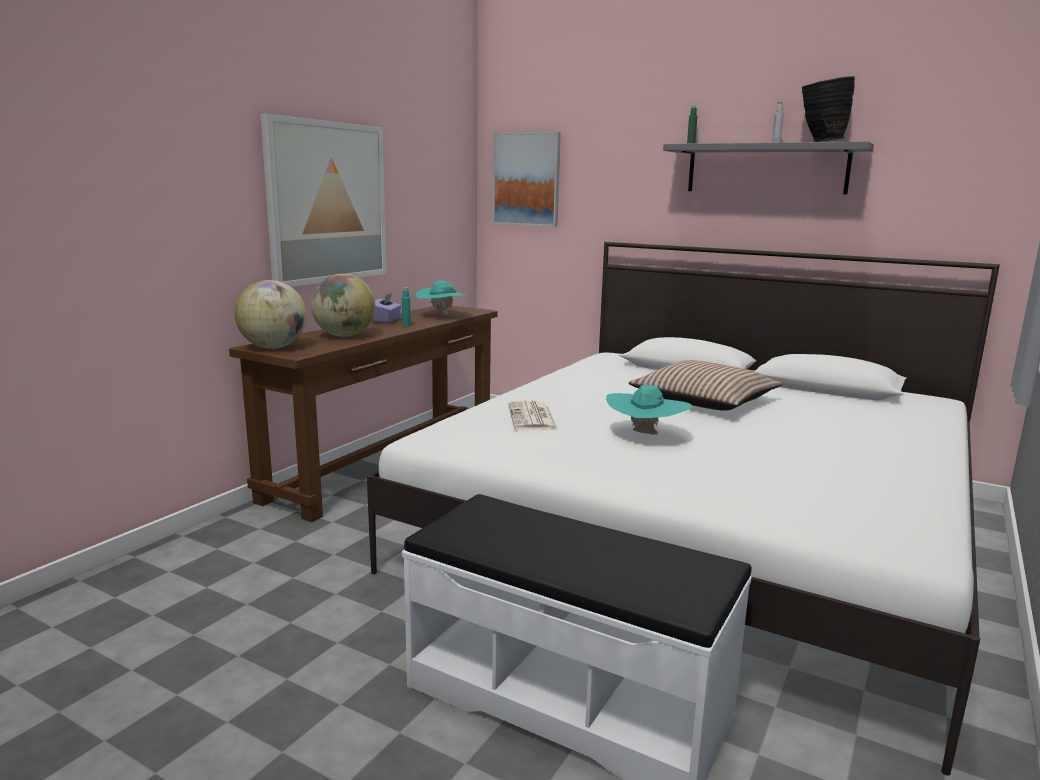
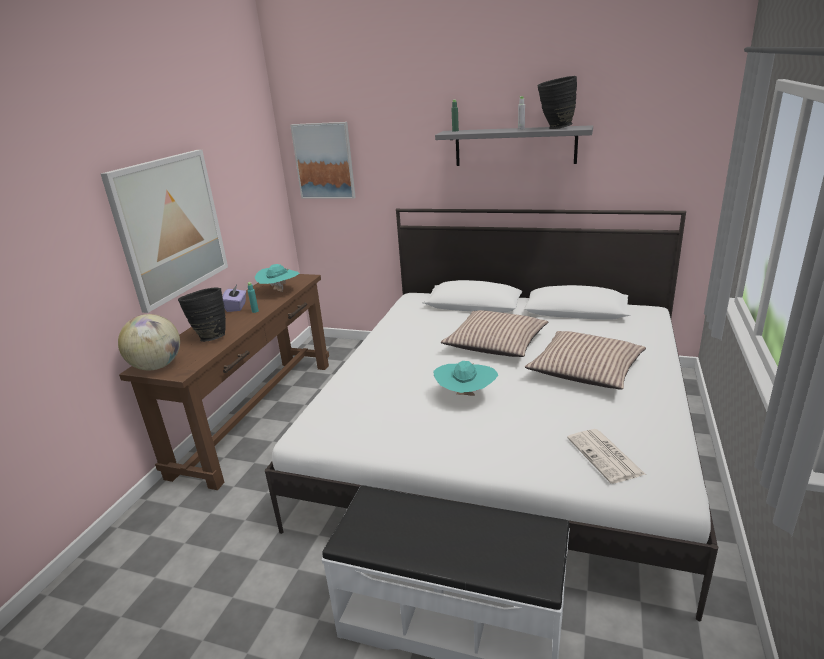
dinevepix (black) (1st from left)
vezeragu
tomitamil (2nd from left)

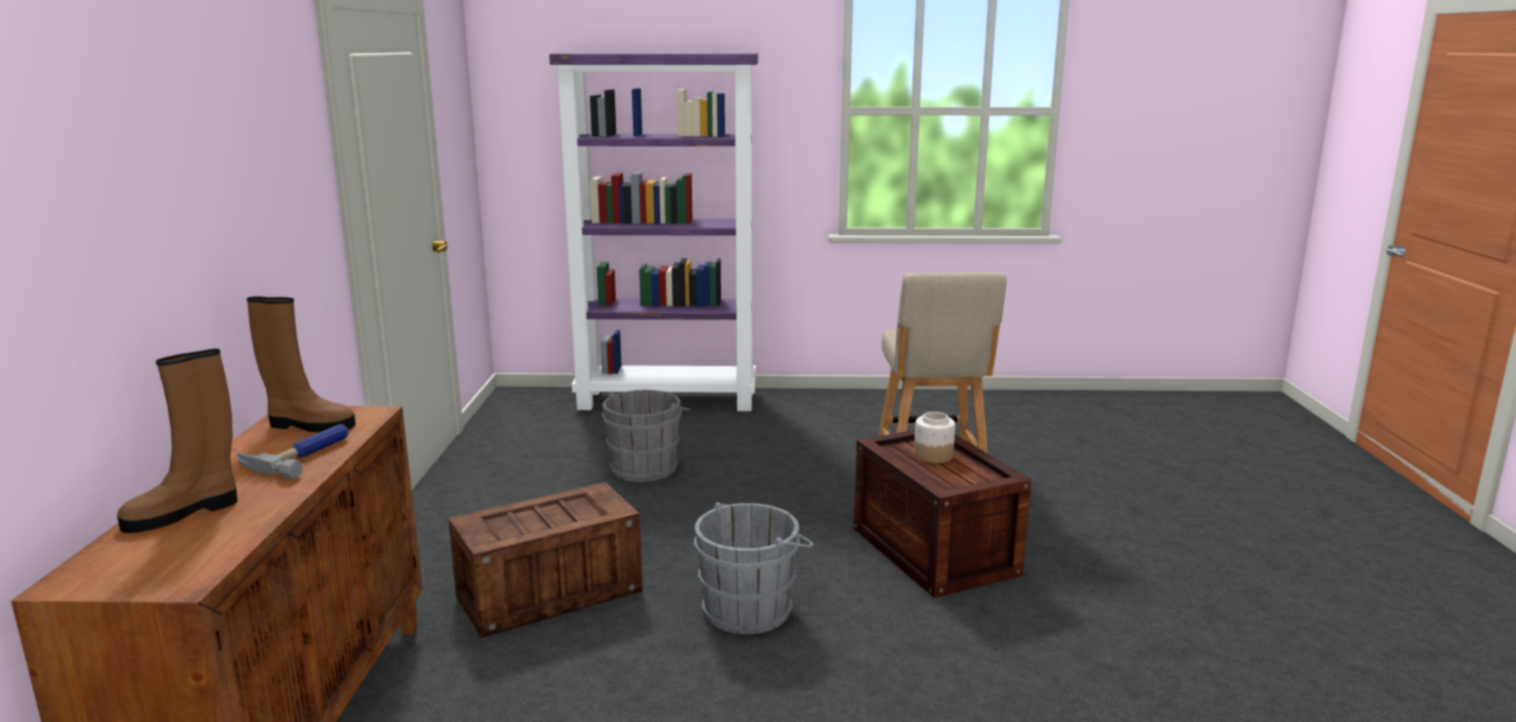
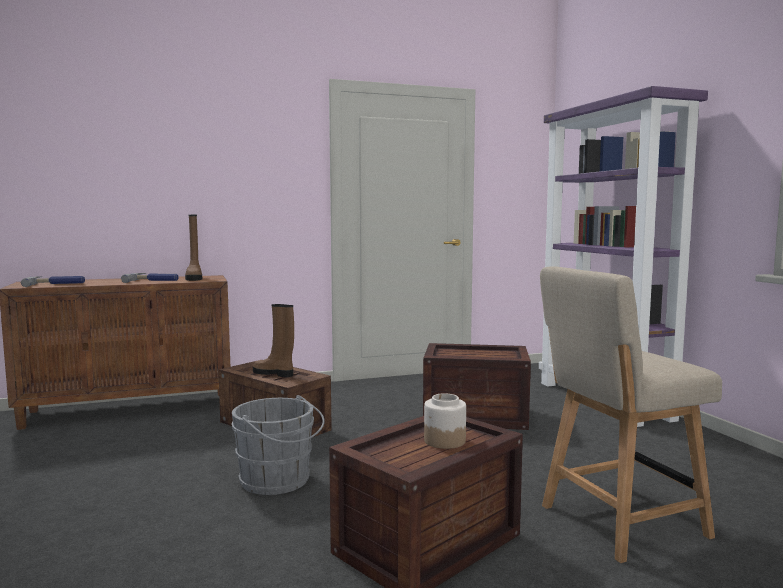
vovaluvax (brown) (2nd from left)
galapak (3rd from left)
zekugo (1st from left)

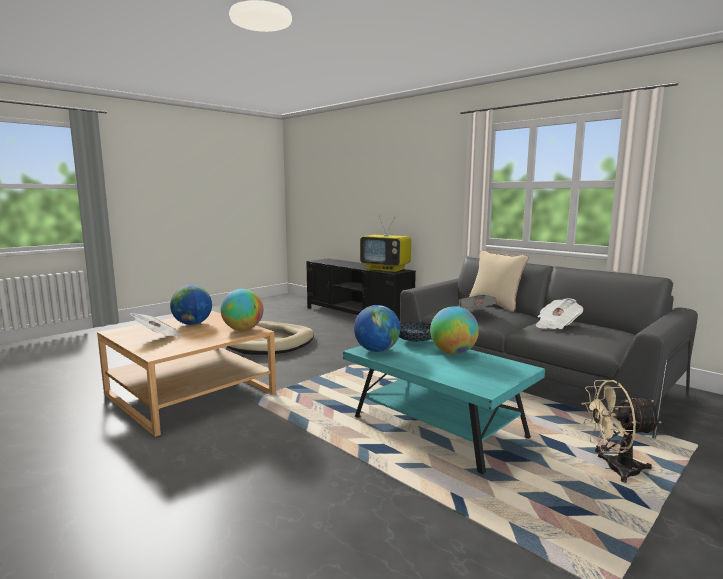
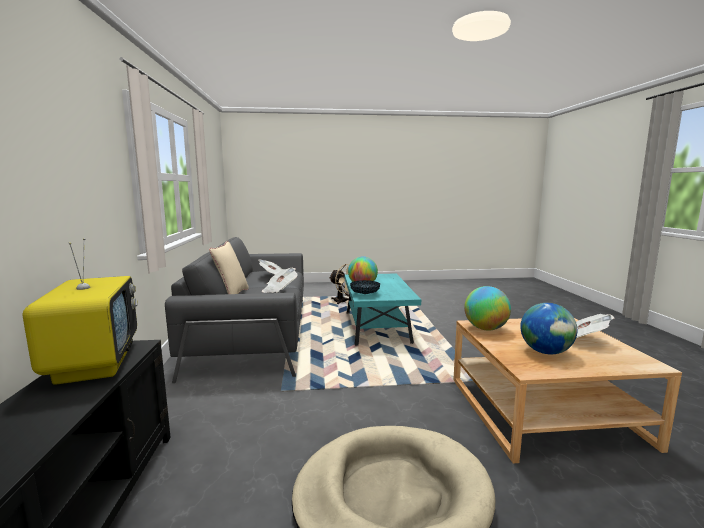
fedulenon (3rd from left in the first image)

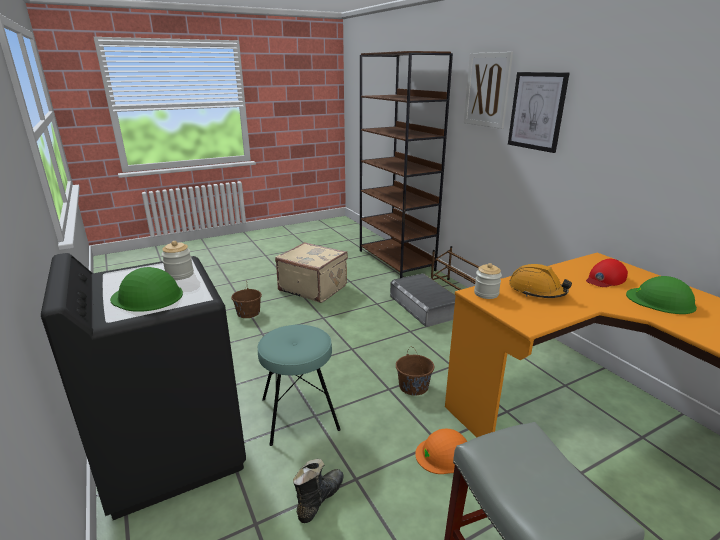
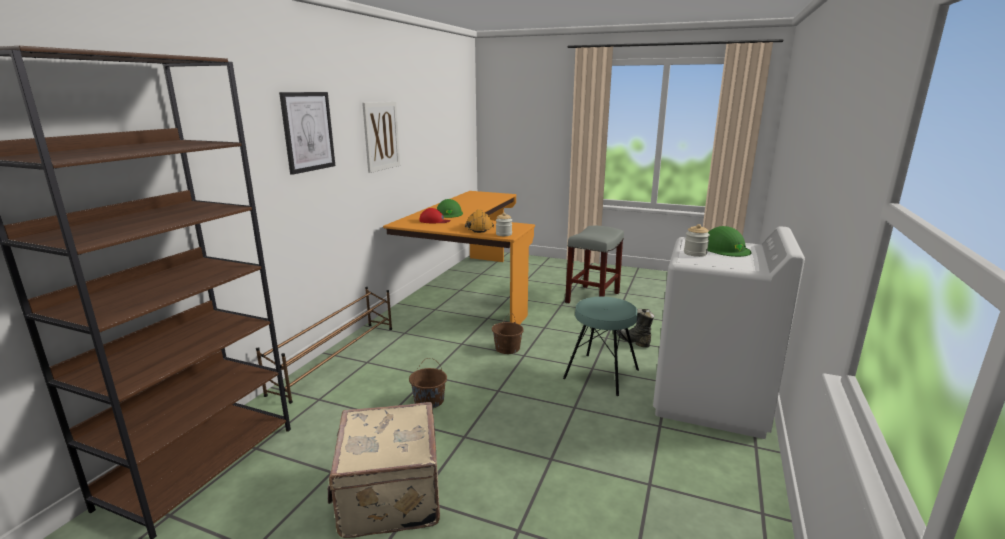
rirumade (2nd from left)
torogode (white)
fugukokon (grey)
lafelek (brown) (1st from left)
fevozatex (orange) (1st from left in the first image)
vovaluvax (black)

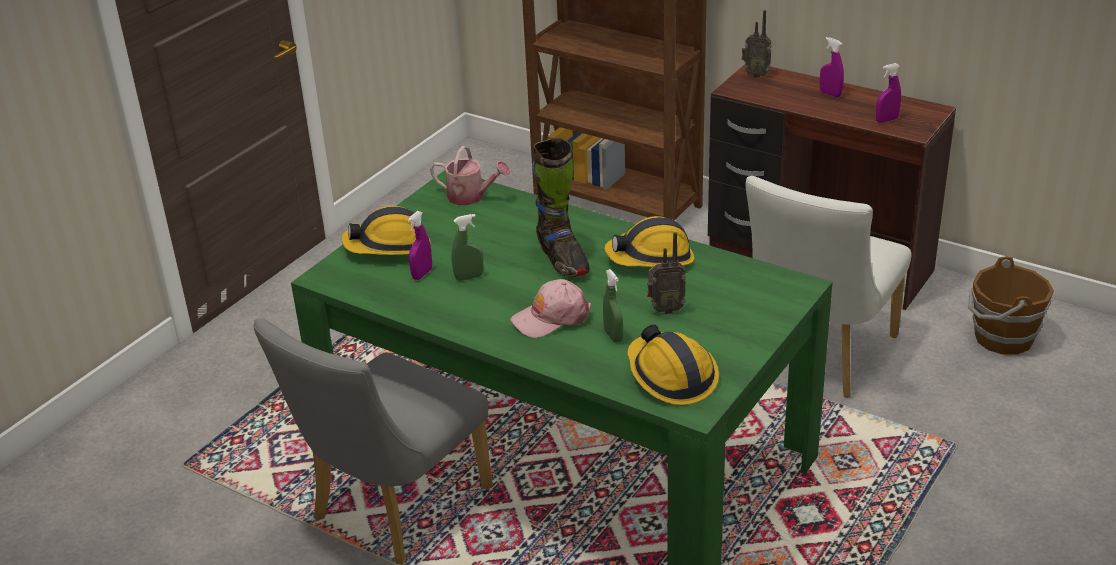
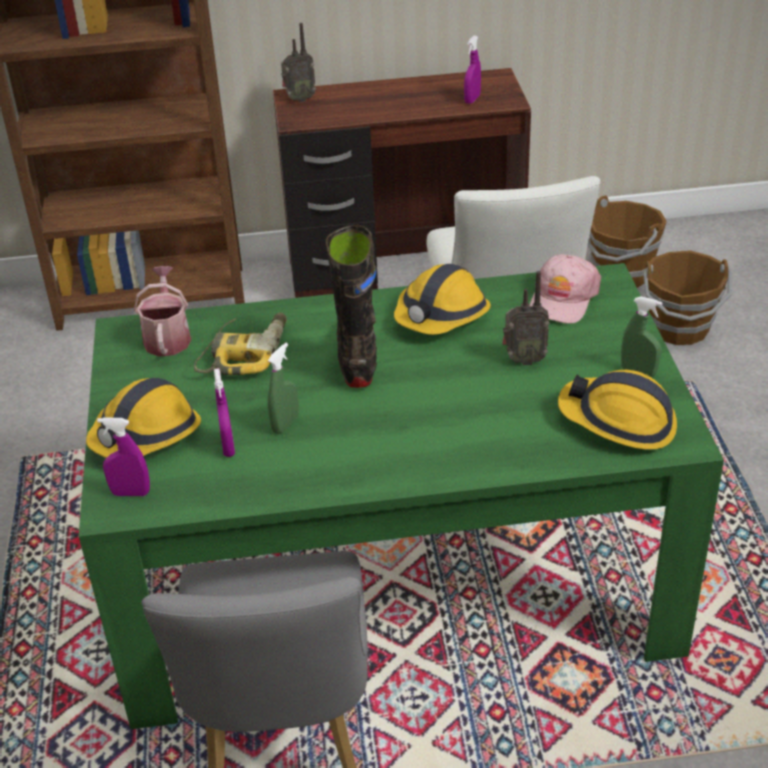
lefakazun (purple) (1st from left)
vovaluvax (black)
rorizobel
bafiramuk (2nd from left)
lefakazun (green) (2nd from left)
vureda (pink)
lafelek (brown) (2nd from left)
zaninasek

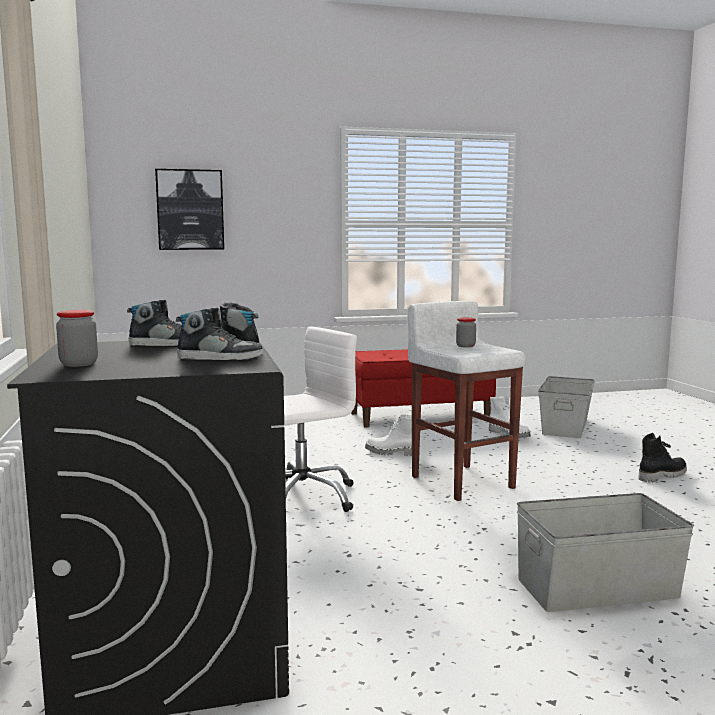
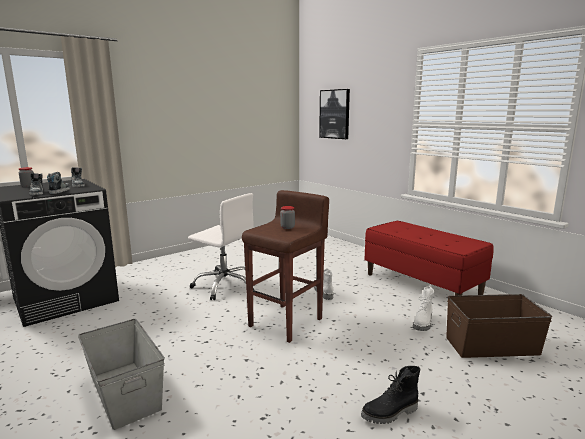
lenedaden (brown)
fugukokon (brown)
vovaluvax (black)

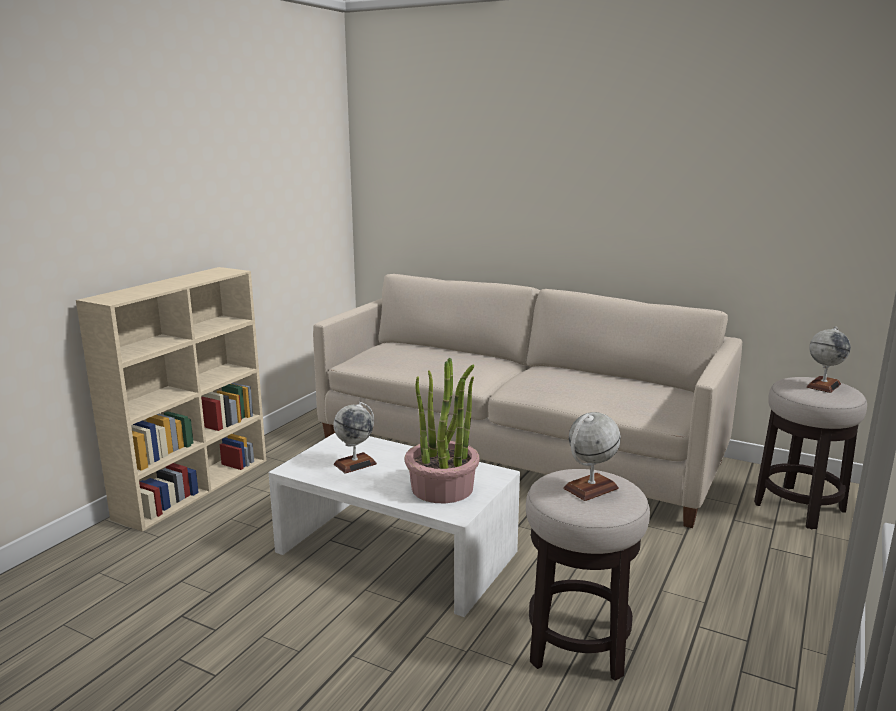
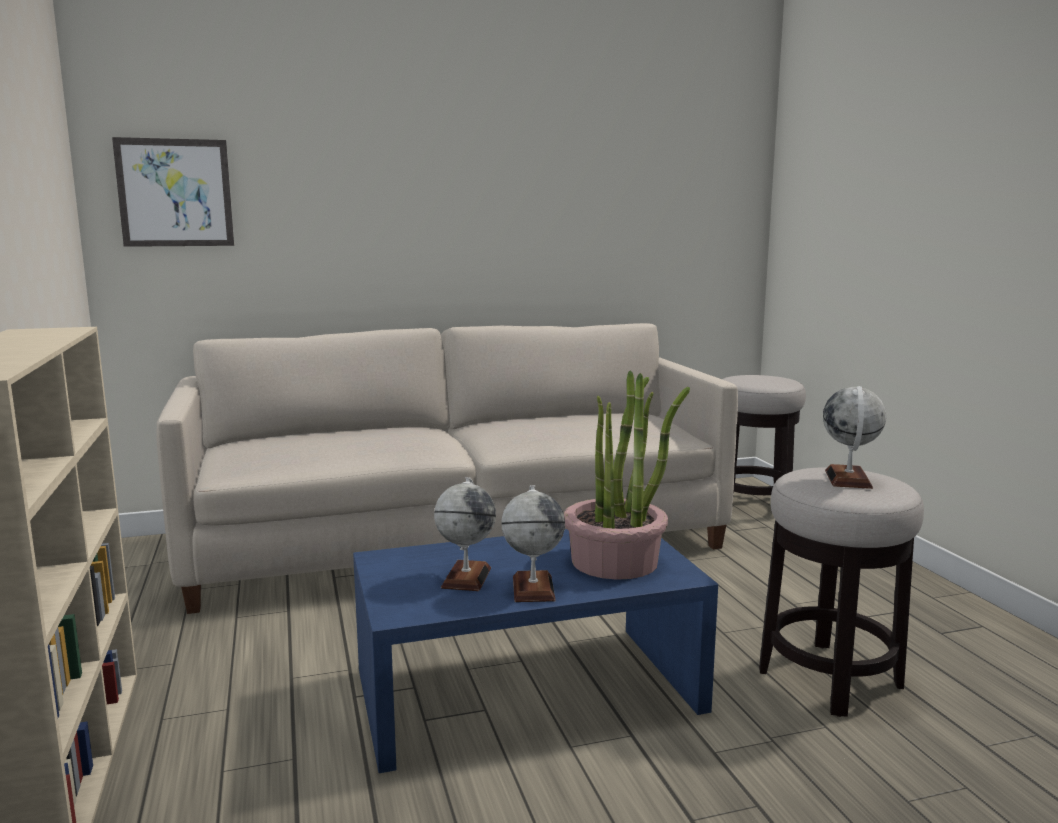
fedulenon (2nd from left)
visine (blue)
rirumade

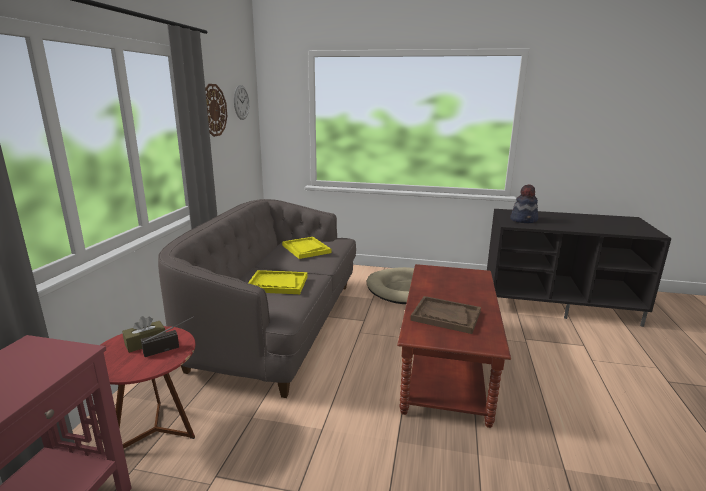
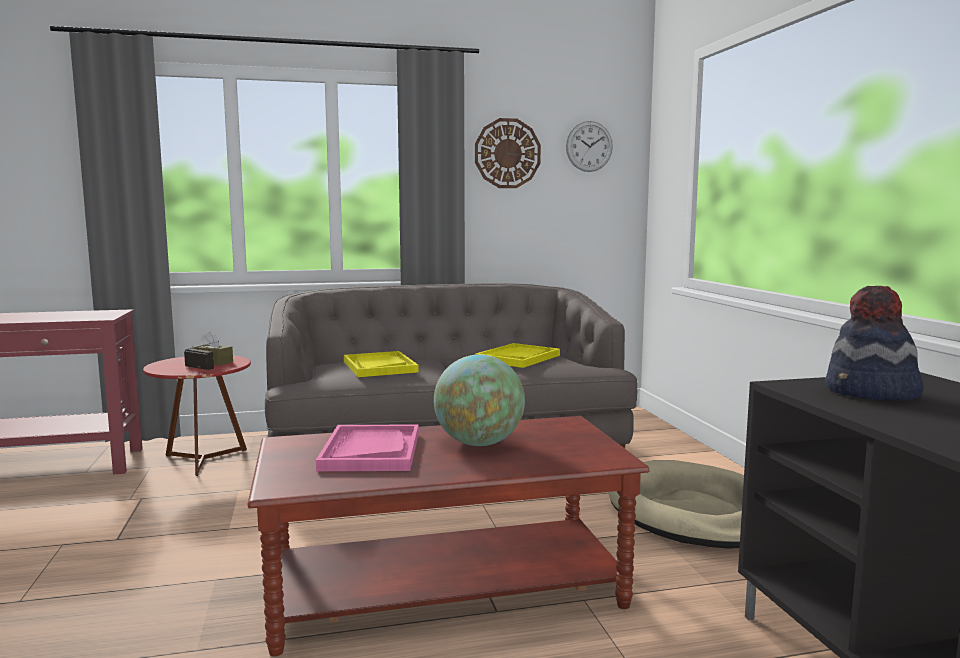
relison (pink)
fedulenon

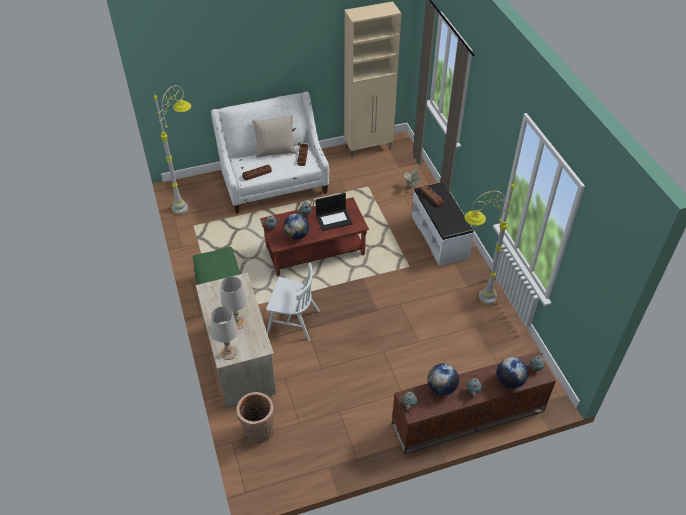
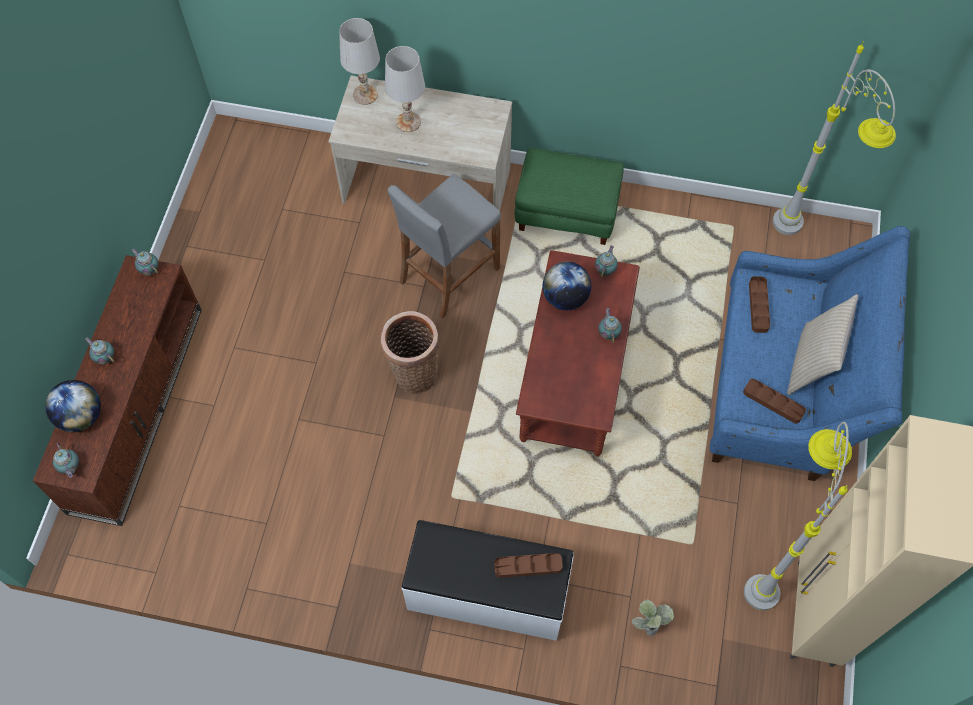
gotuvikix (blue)
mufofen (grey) (1st from left)
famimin
lenedaden (grey)
fedulenon (2nd from left in the first image)
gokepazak

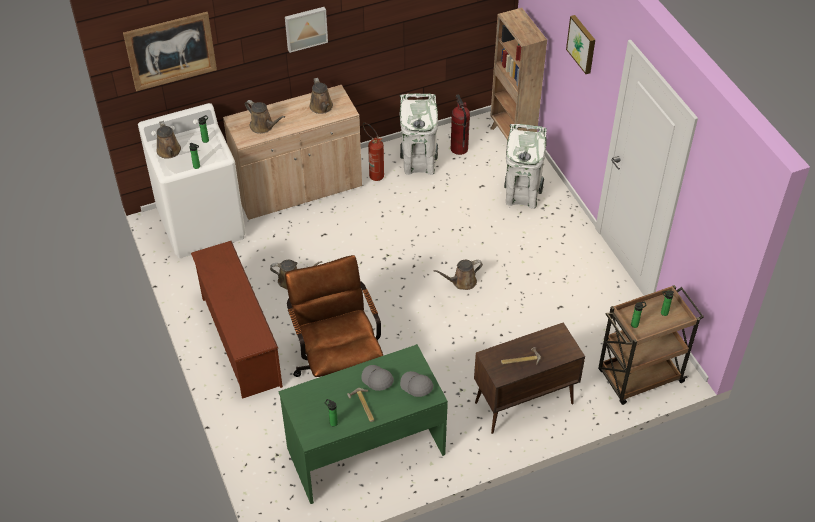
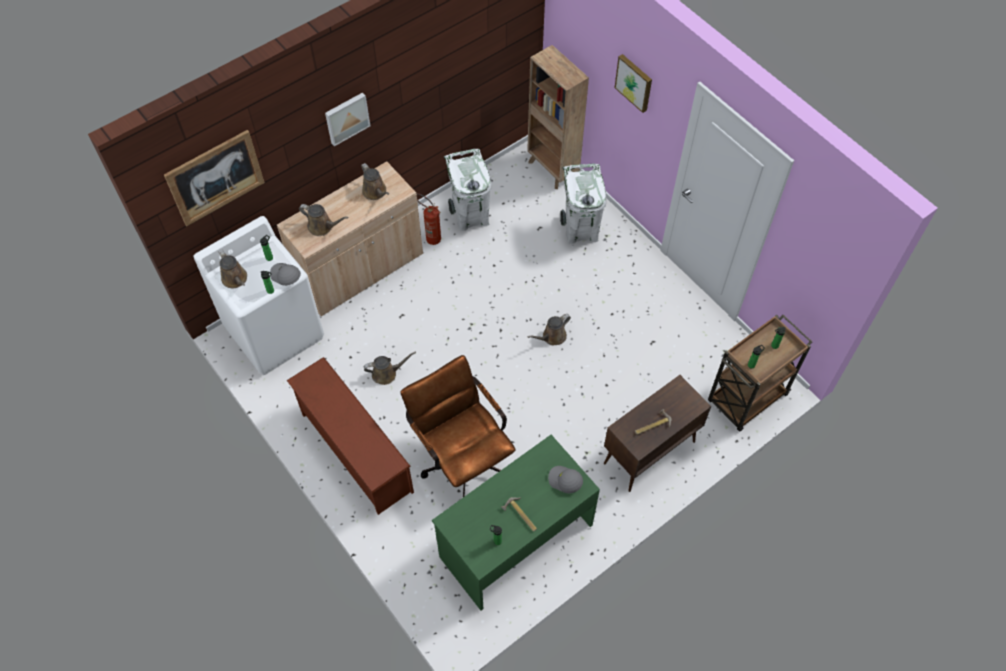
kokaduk (2nd from left in the first image)
vureda (grey) (1st from left)

